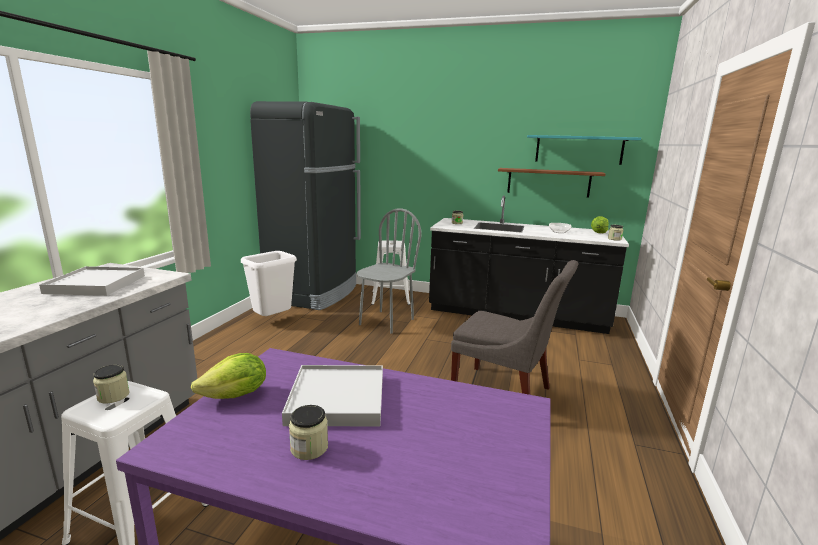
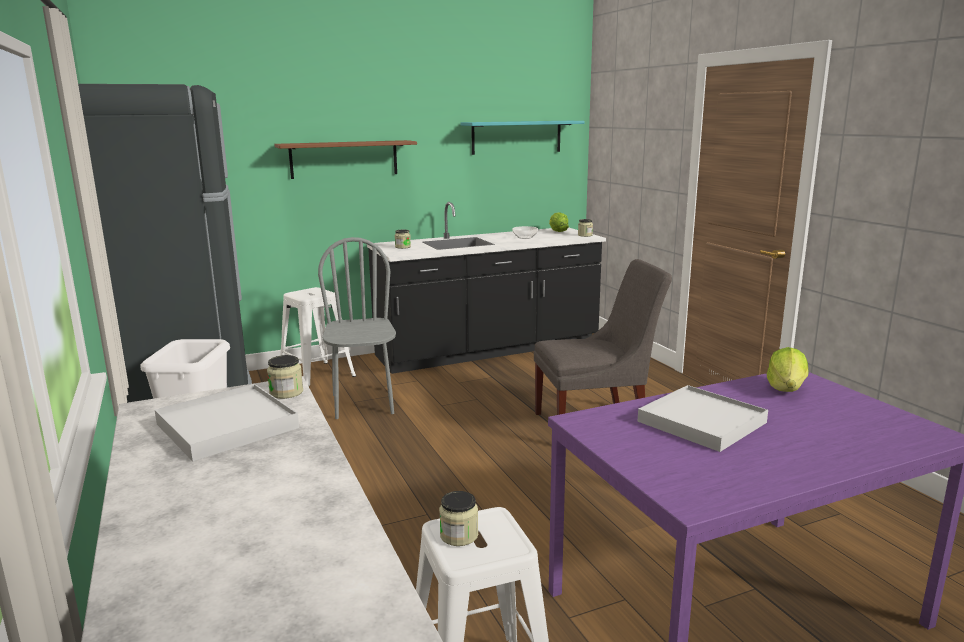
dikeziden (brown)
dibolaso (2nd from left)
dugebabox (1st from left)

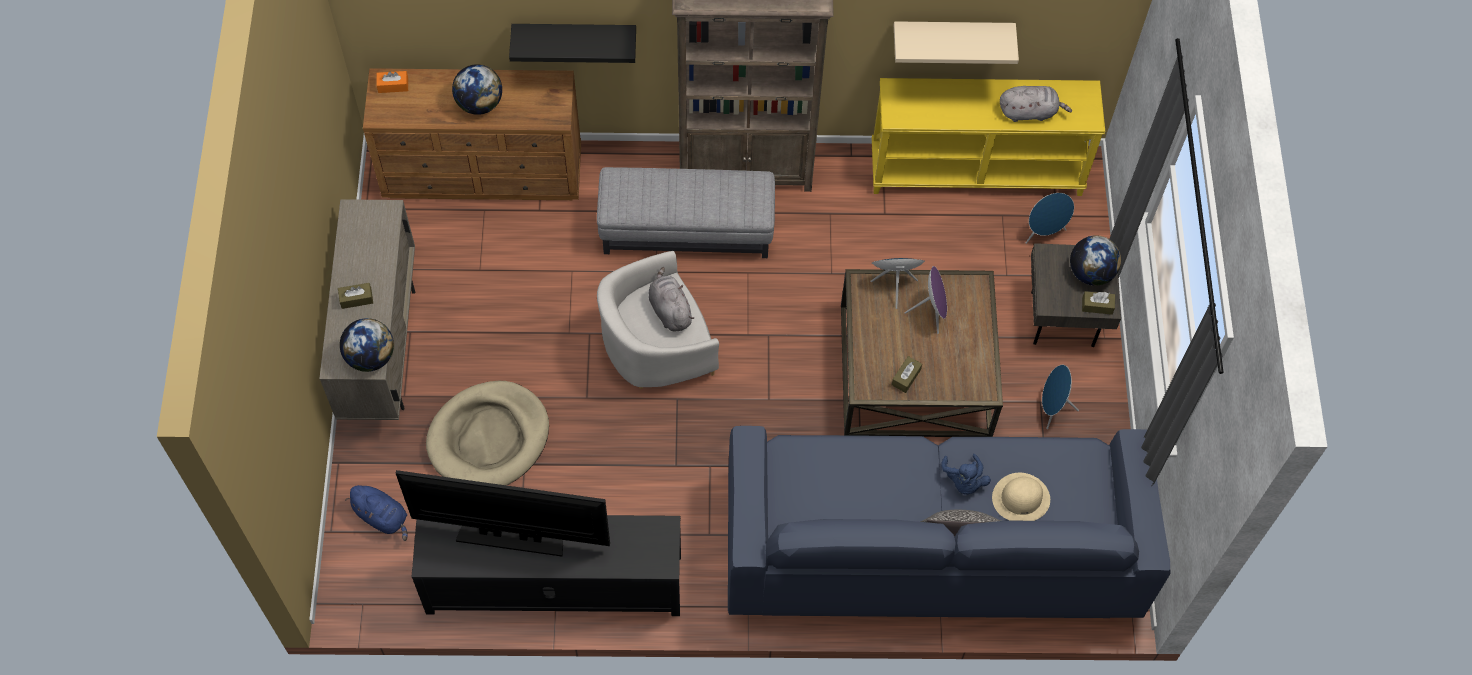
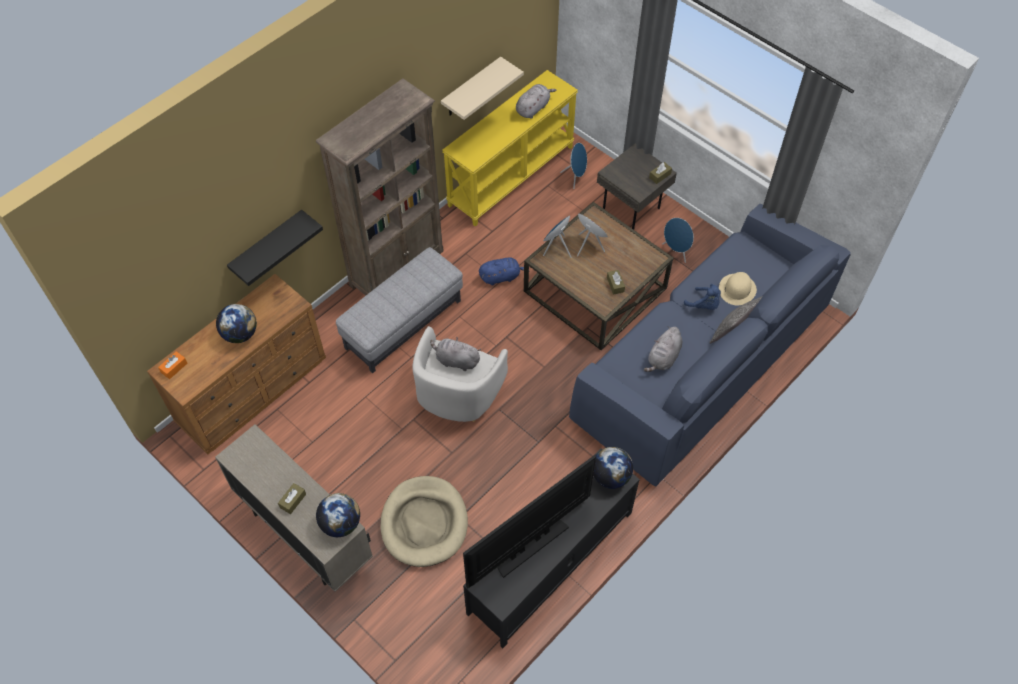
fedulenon (3rd from left)
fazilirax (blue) (1st from left)
fazilirax (grey) (3rd from left)

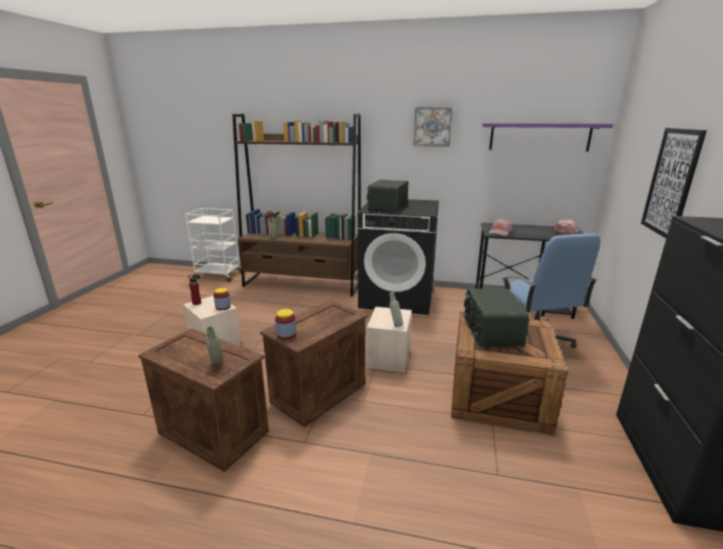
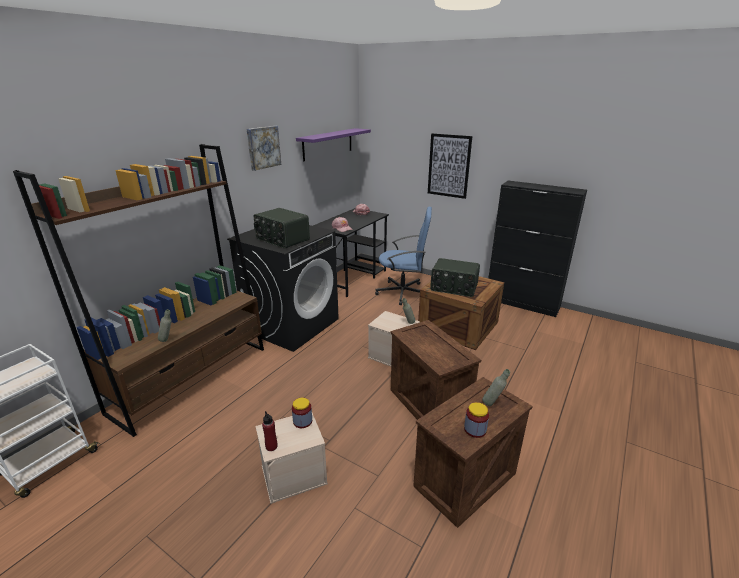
dugebabox (2nd from left)

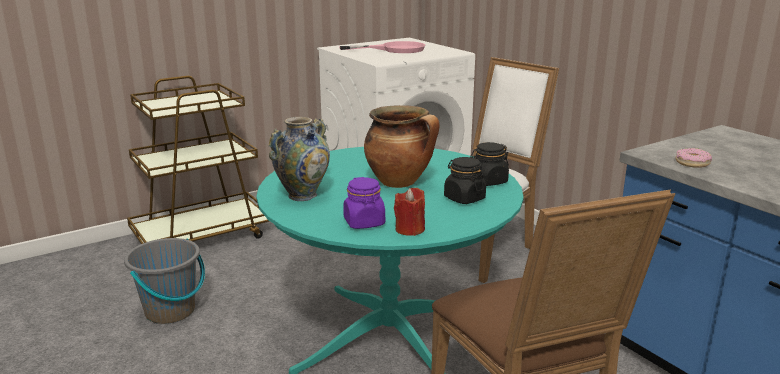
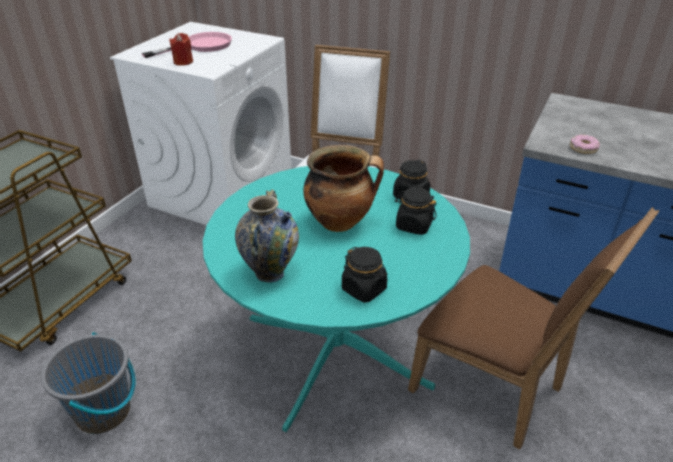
dugebabox (black) (1st from left)
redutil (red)

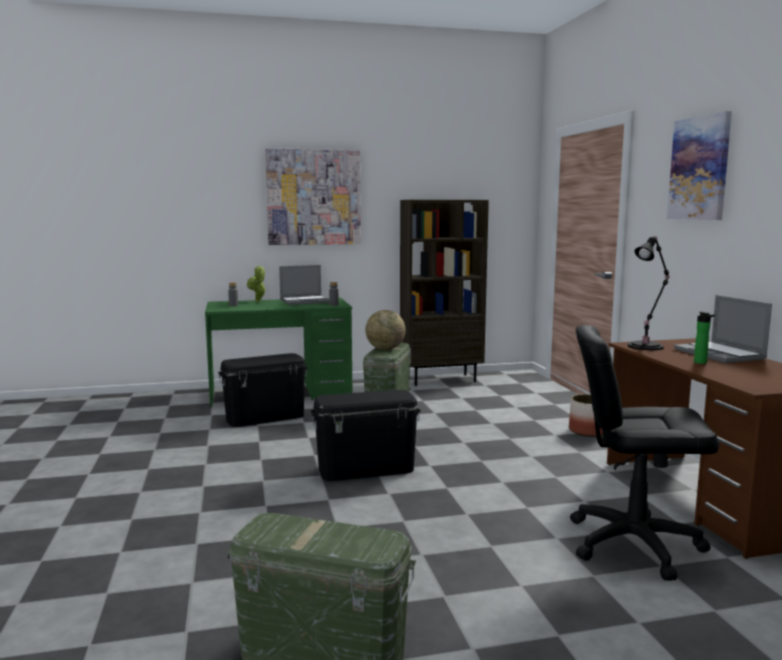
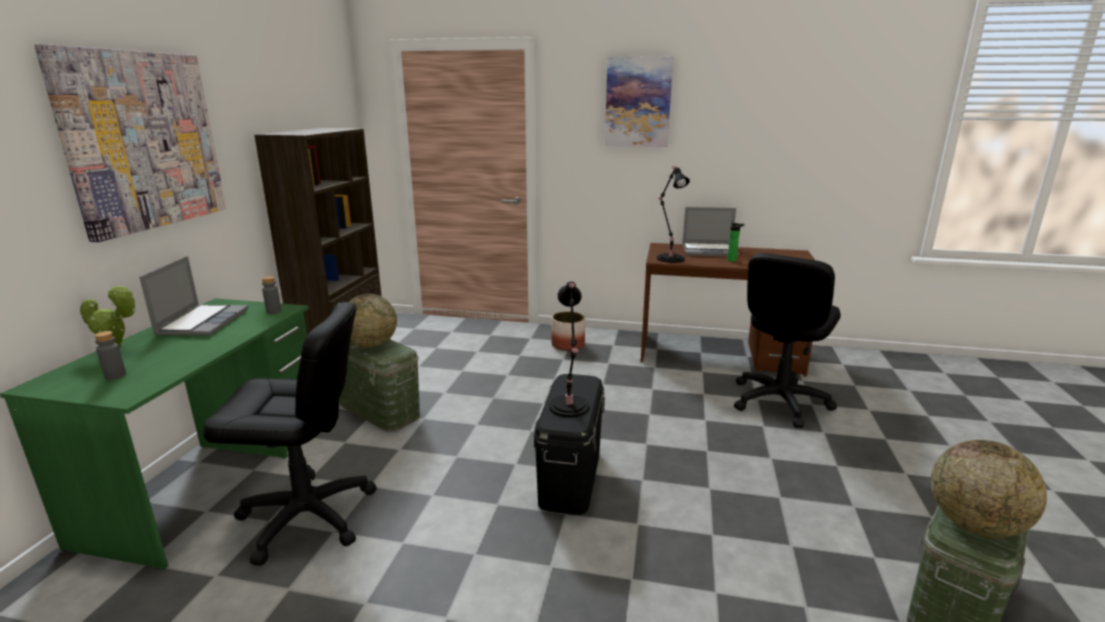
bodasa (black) (1st from left)
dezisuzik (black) (1st from left)
fedulenon (2nd from left)

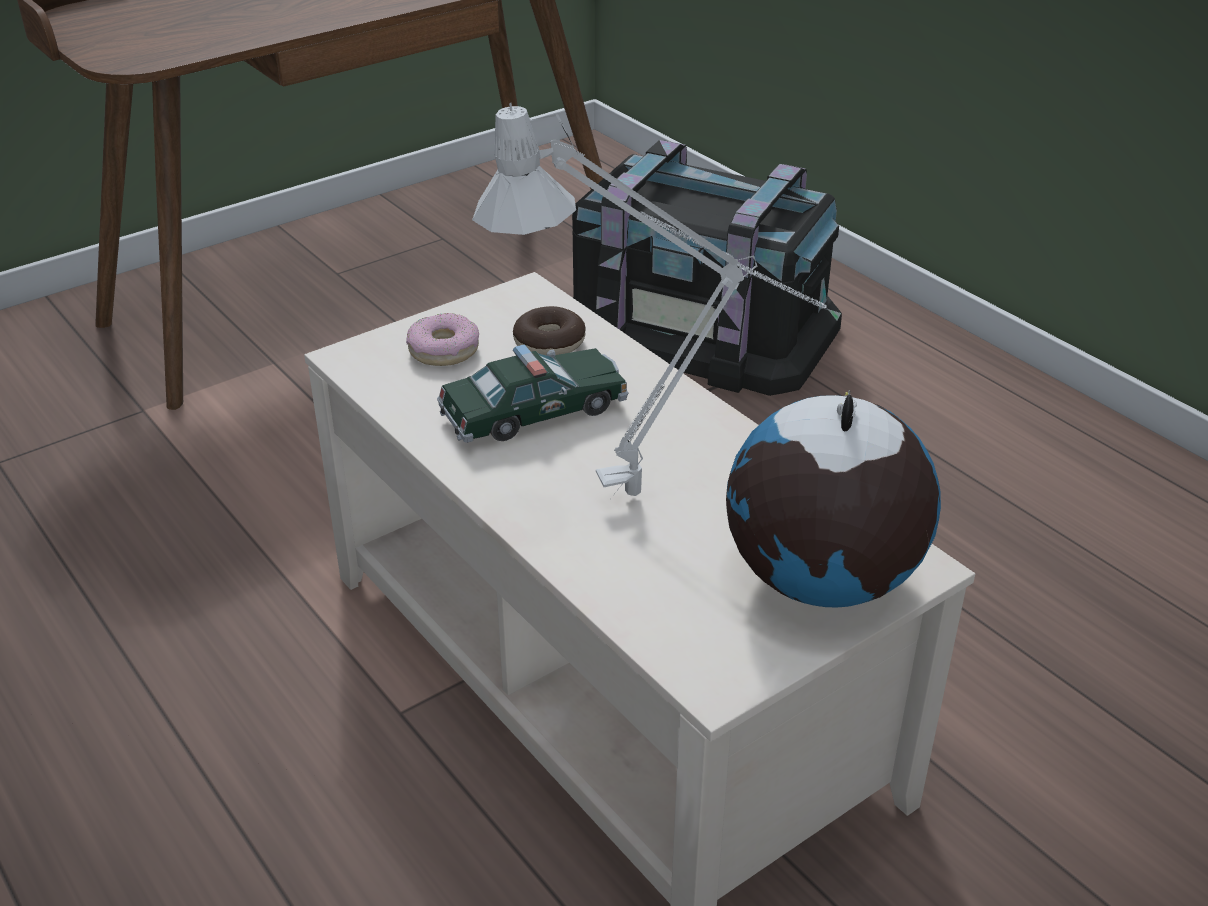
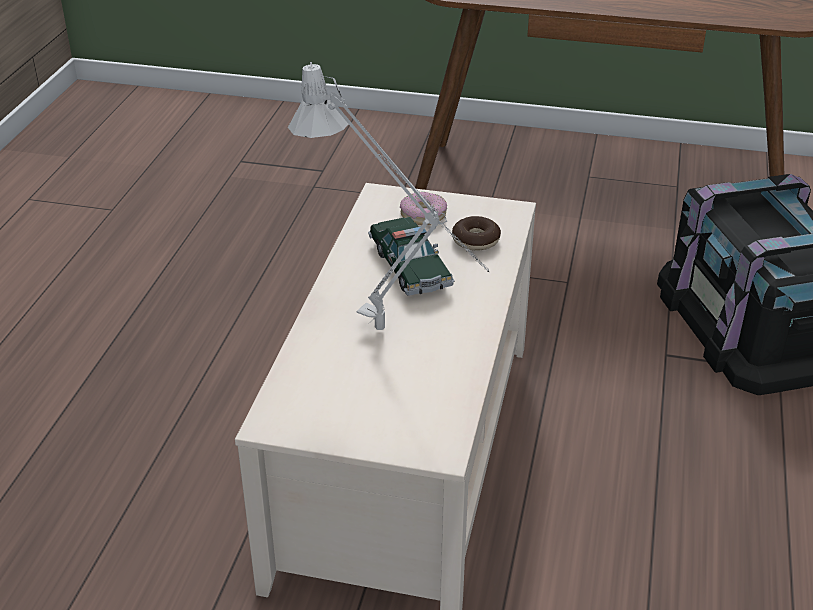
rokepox
fedulenon

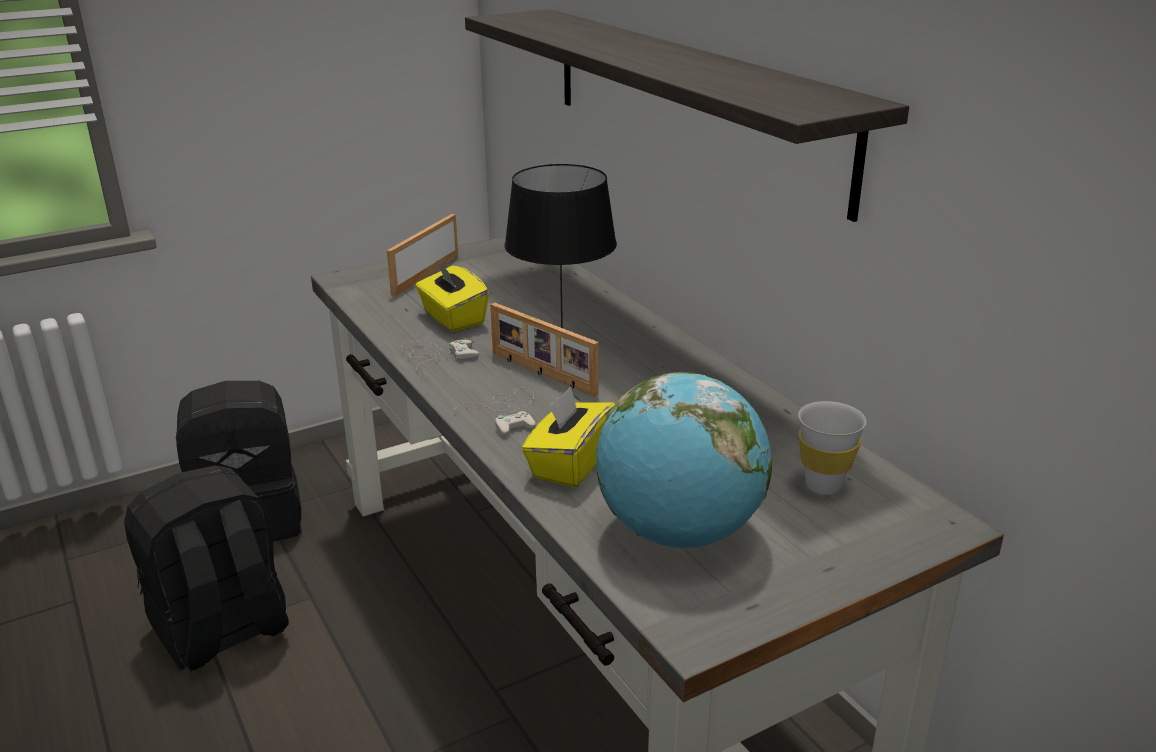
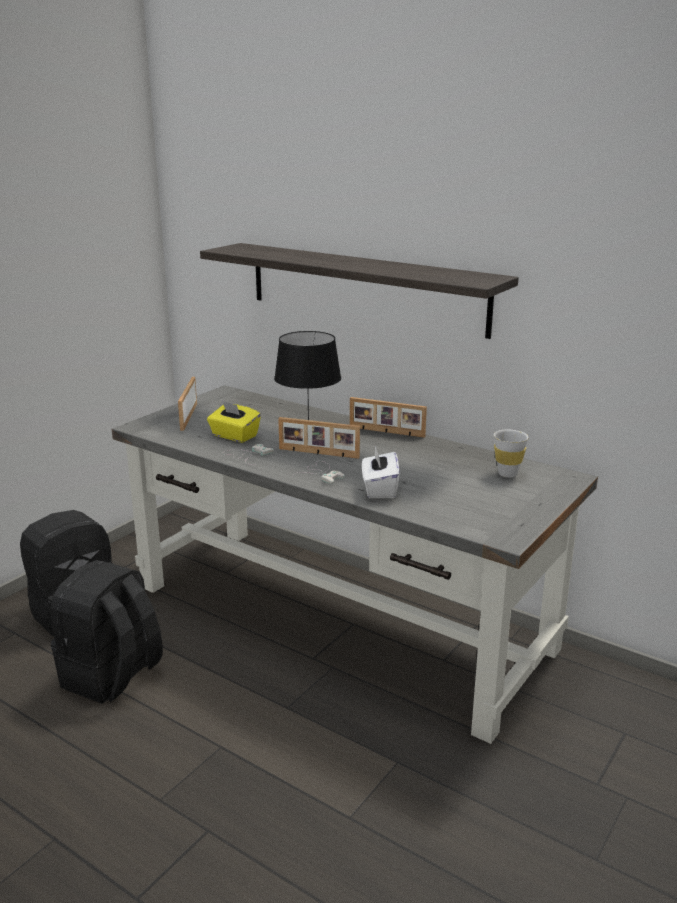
fedulenon
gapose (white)
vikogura (3rd from left)

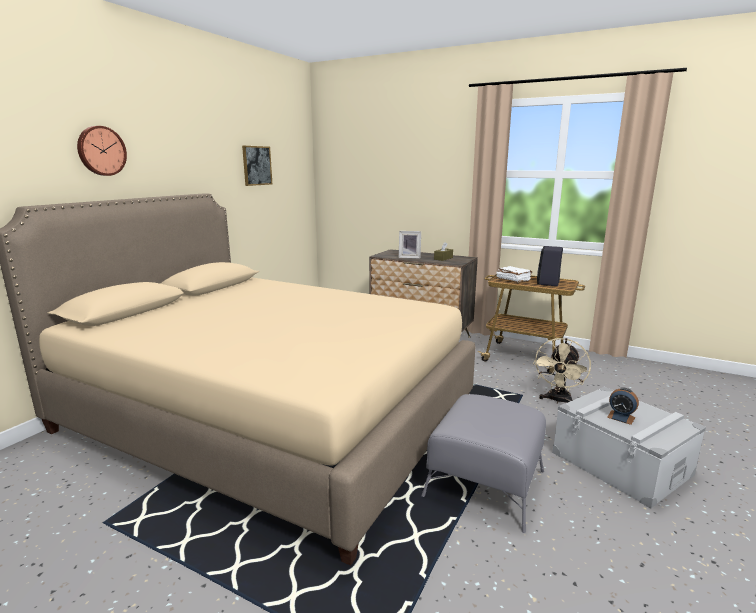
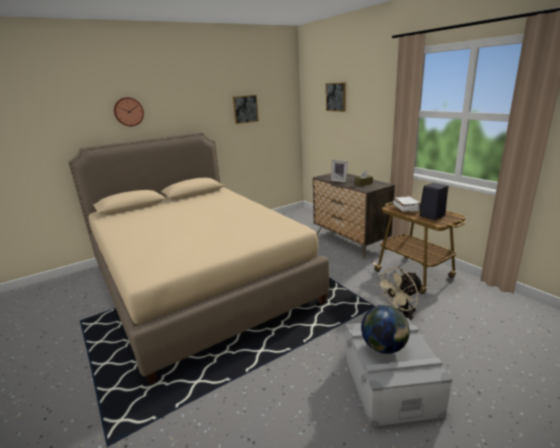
fedulenon
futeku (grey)
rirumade (2nd from left)

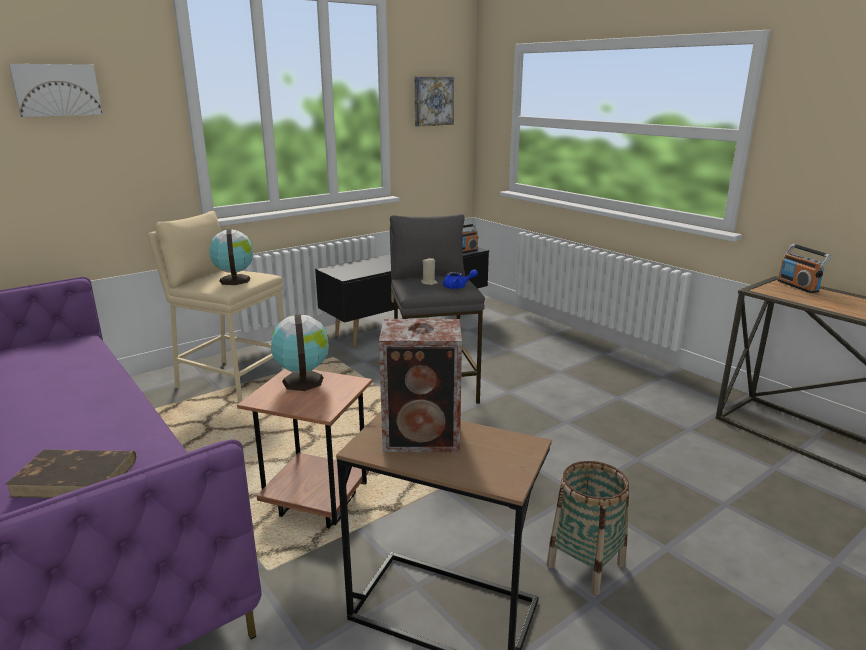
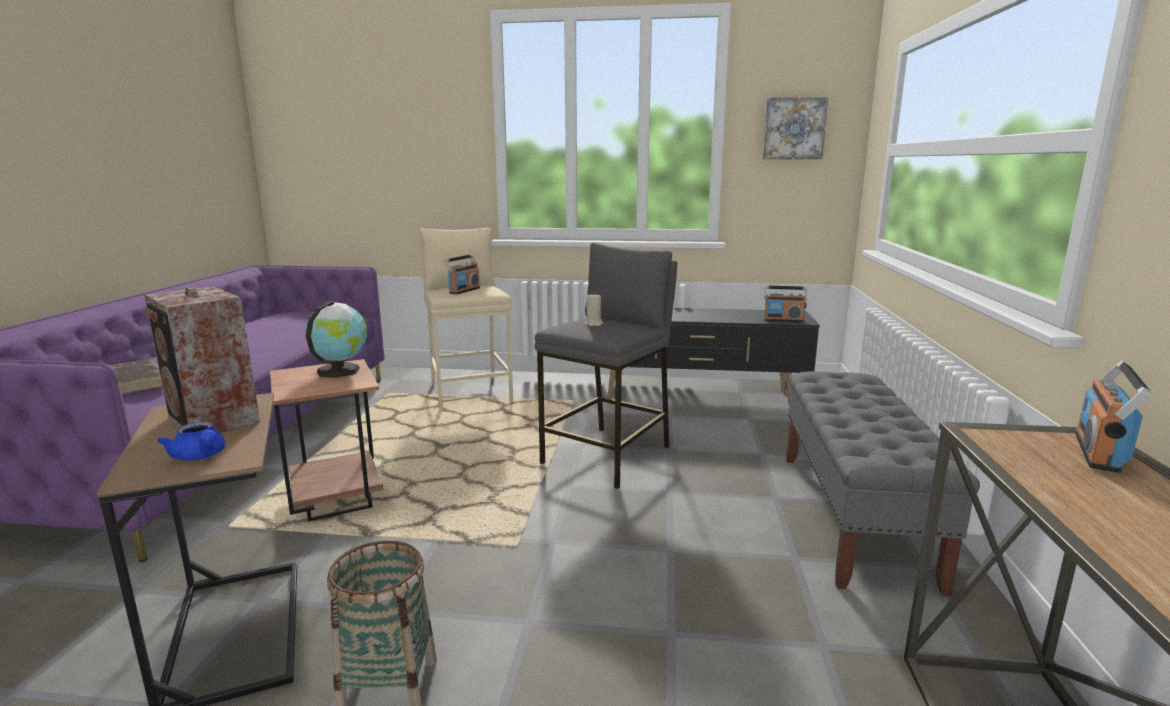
rirumade (1st from left in the first image)
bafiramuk (1st from left)
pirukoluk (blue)
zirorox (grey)

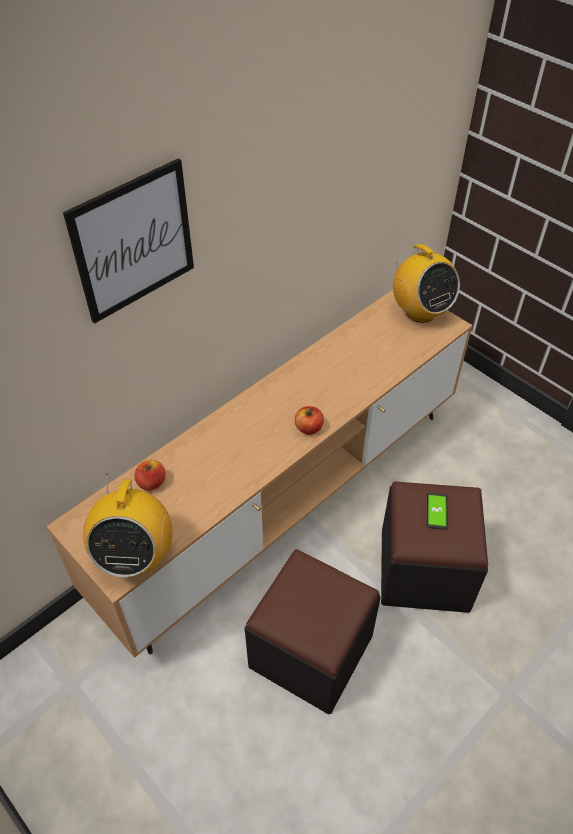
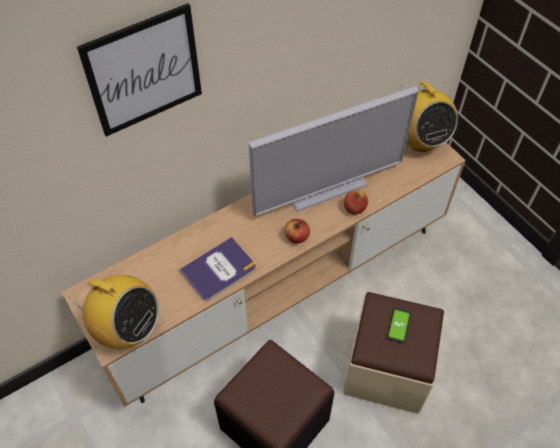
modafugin (2nd from left)
bafiramuk (1st from left)
futeku (beige)
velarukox
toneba

